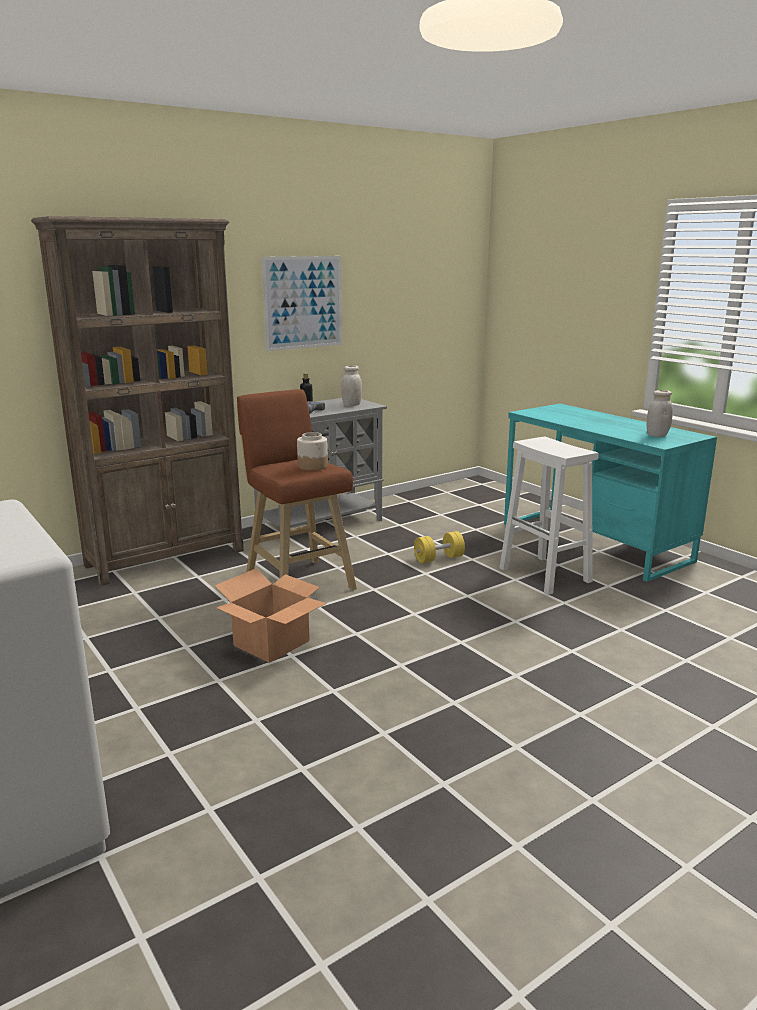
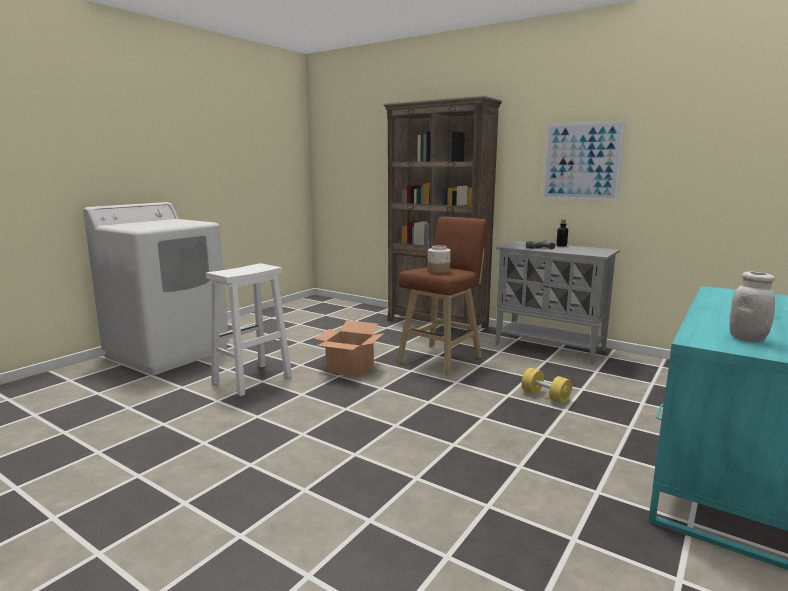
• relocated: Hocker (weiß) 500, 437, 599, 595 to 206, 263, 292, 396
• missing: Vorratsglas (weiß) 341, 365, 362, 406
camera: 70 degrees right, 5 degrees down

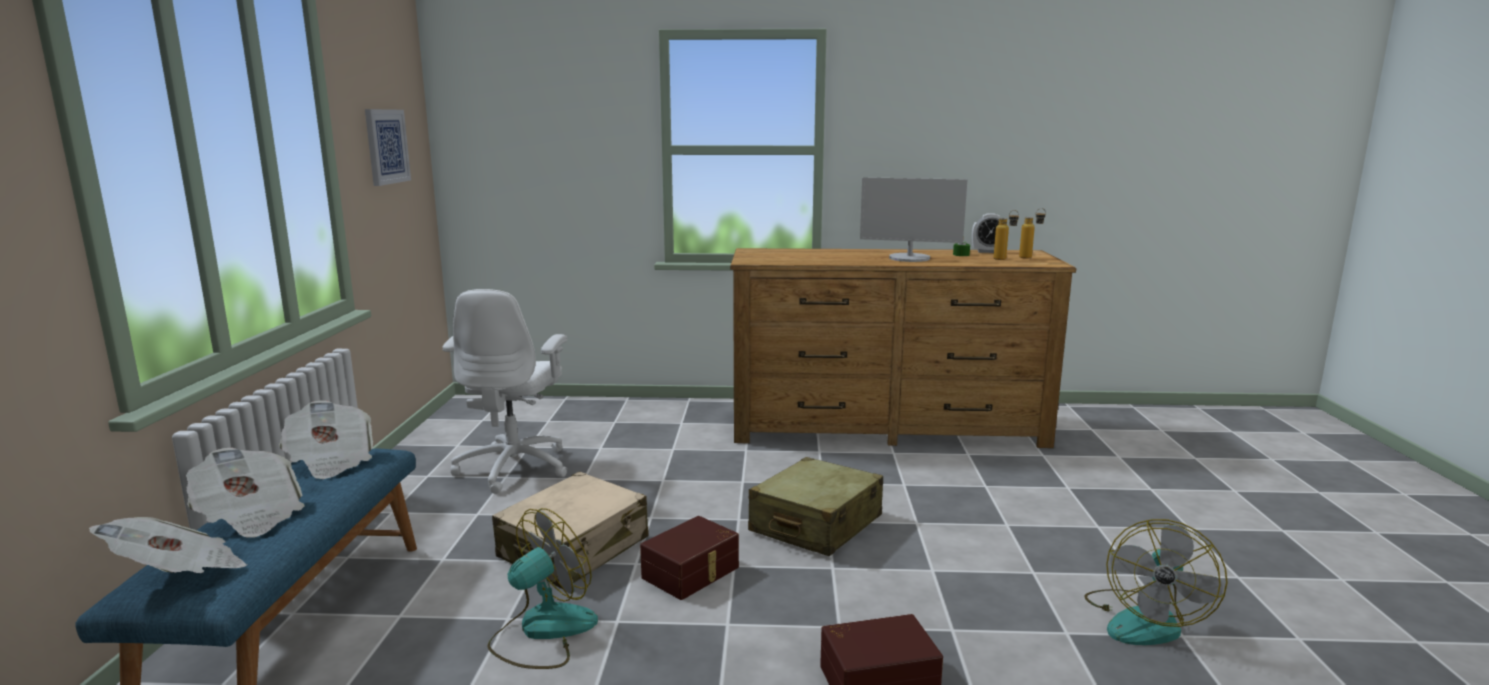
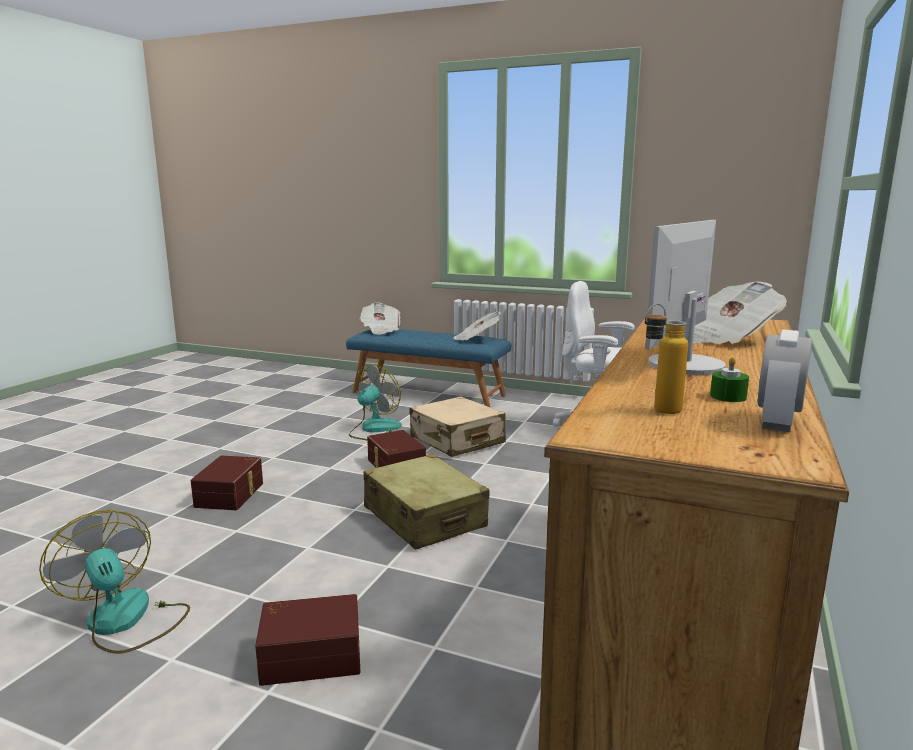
• appeared: Aufbewahrungsbox (braun) 255, 594, 360, 686
• spun: Ventilator 487, 508, 598, 669 = 349, 365, 402, 440 120 degrees counterclockwise
• relocated: Zeitung 186, 447, 304, 538 to 693, 281, 787, 344
• missing: Bild 365, 109, 411, 186
• missing: Flasche 1019, 208, 1046, 259
camera: 110 degrees right, 0 degrees up

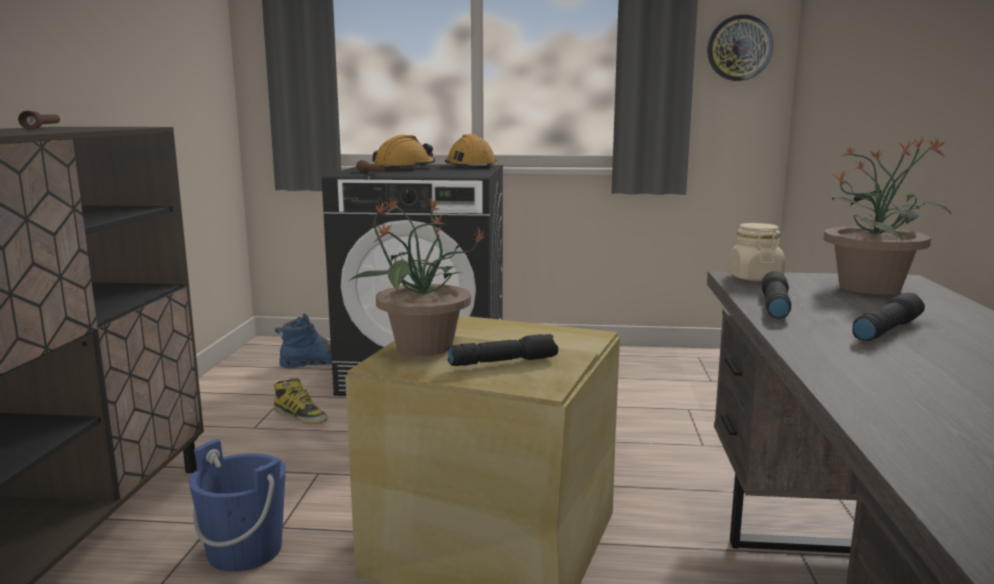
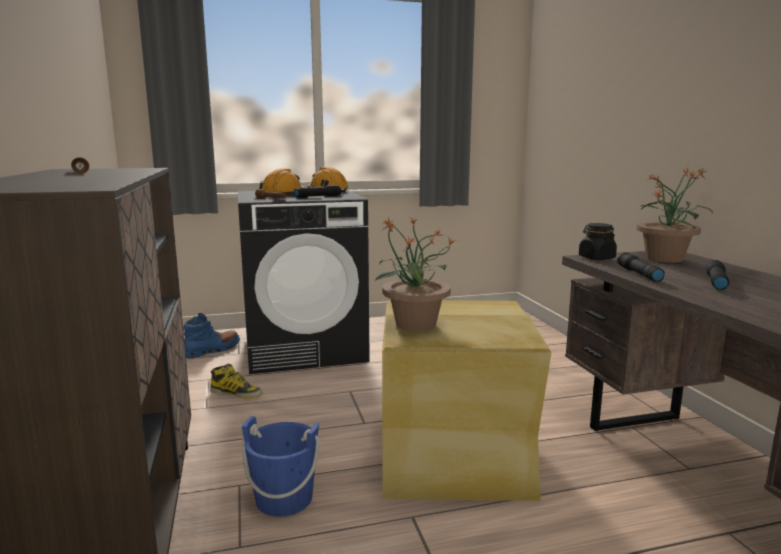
• relocated: Taschenlampe (schwarz) 448, 334, 558, 366 to 294, 185, 342, 198
• colour: Vorratsglas (beige) 728, 223, 785, 281 to Vorratsglas (schwarz) 579, 223, 617, 260
• missing: Wanduhr 707, 14, 773, 81
camera: 20 degrees left, 0 degrees up

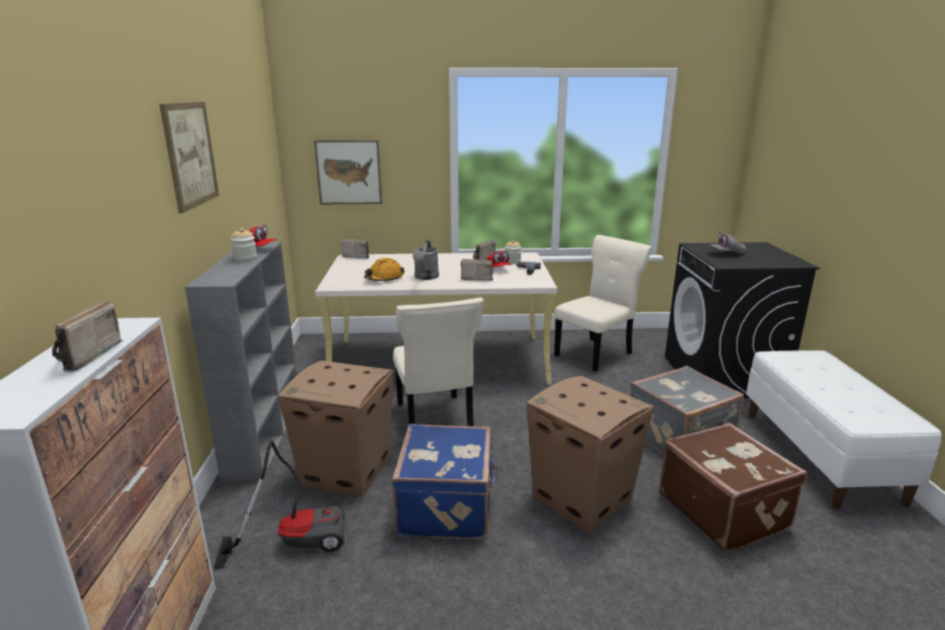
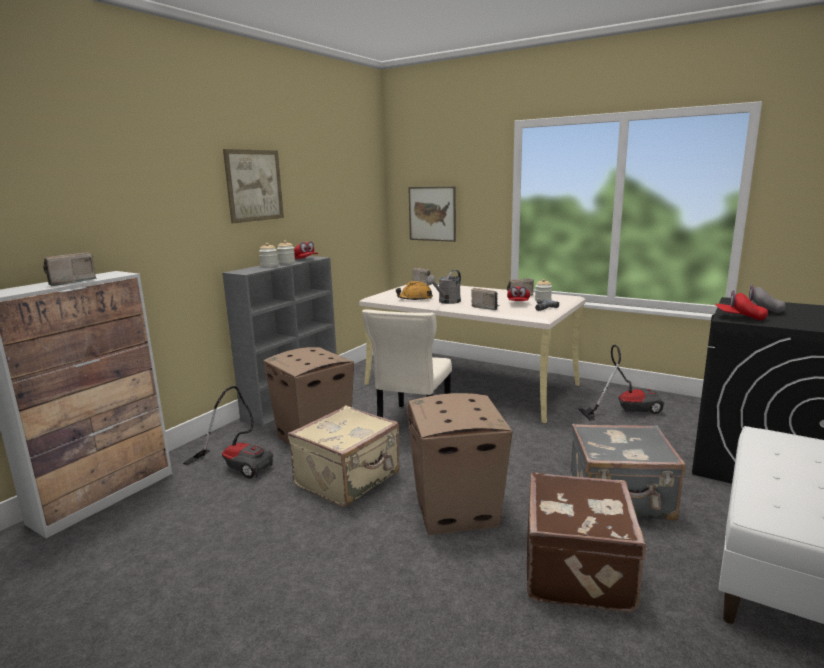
• appeared: Vorratsglas 259, 243, 278, 267
• colour: Koffer (blau) 392, 424, 498, 540 to Koffer (beige) 288, 405, 400, 507
• exchanged: Stuhl (beige) 554, 235, 651, 372 to Staubsauger 578, 345, 664, 421
• appeared: Kappe (rot) 715, 290, 768, 321
camera: 35 degrees right, 5 degrees down

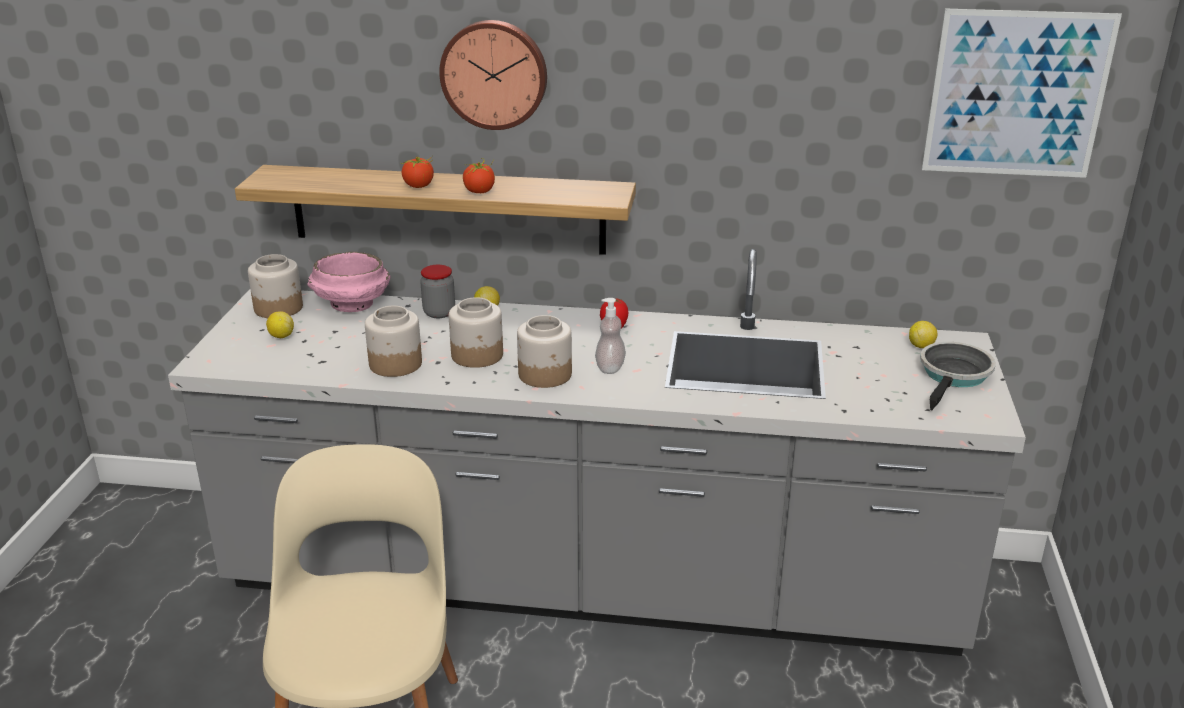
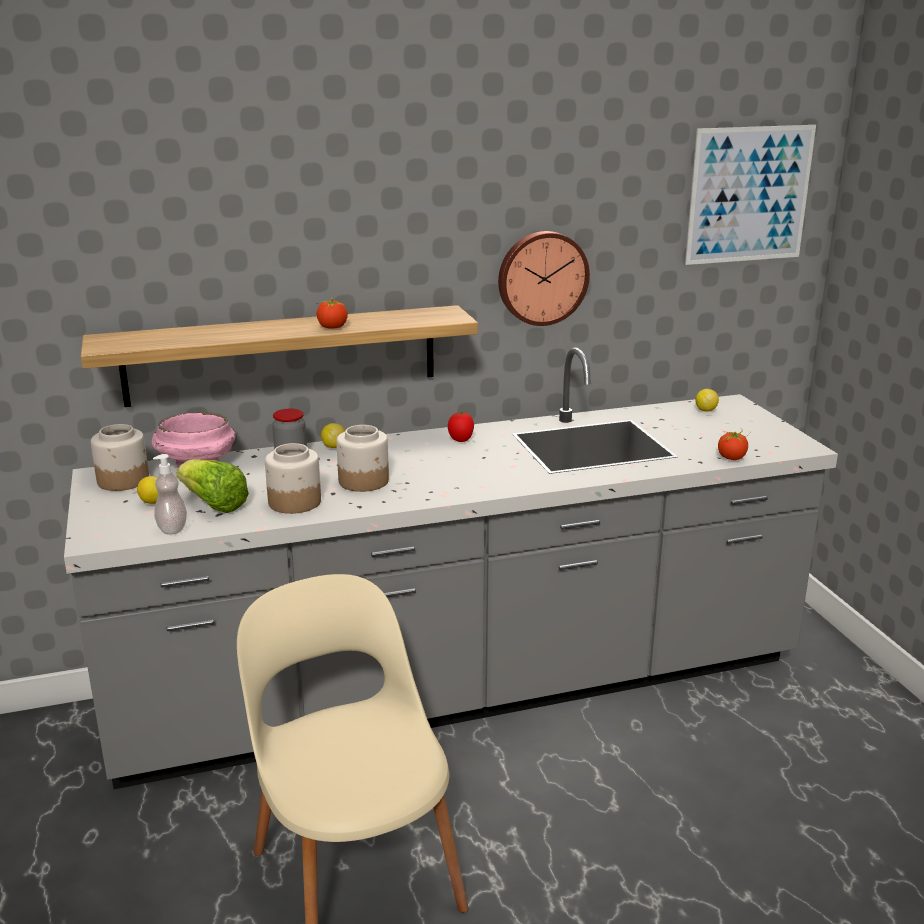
• relocated: Seifenspender 595, 298, 626, 374 to 153, 454, 187, 535
• appeared: Salatkopf 176, 459, 249, 513
• relocated: Wanduhr 439, 20, 547, 130 to 498, 231, 590, 326
• relocated: Tomate 401, 155, 434, 188 to 718, 428, 751, 460
• missing: Vorratsglas 517, 315, 572, 388
• missing: Pfanne 920, 342, 996, 410
camera: 25 degrees left, 5 degrees down

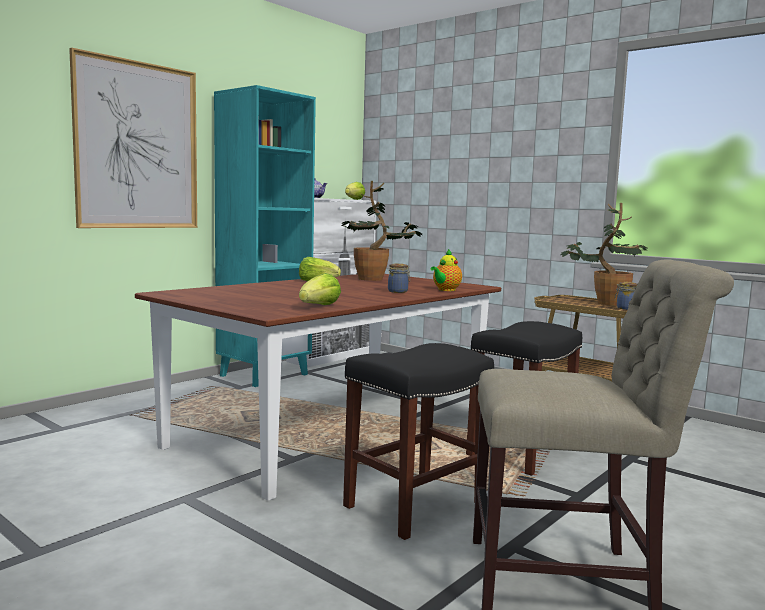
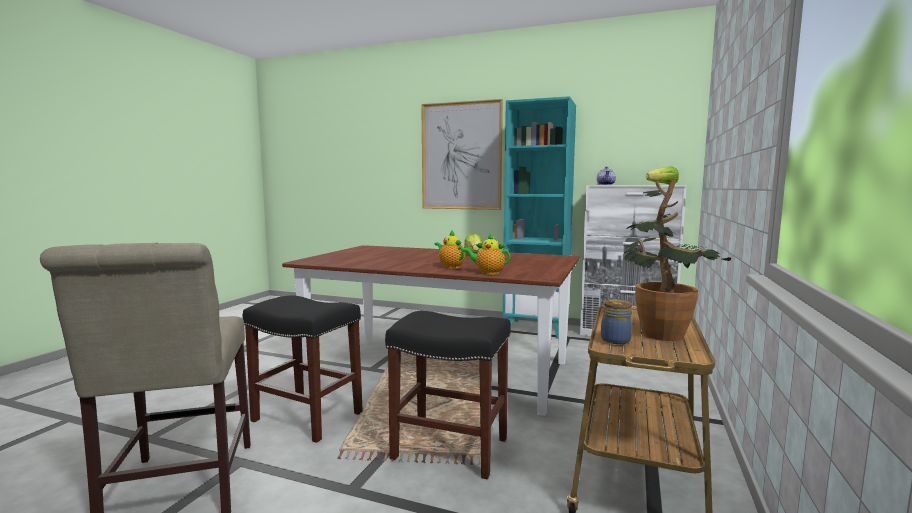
• exchanged: Vorratsglas 388, 263, 410, 293 to Teekanne 435, 230, 465, 269
• missing: Salatkopf 299, 273, 341, 305
• missing: Topfpflanze 341, 181, 422, 281
camera: 70 degrees right, 0 degrees up

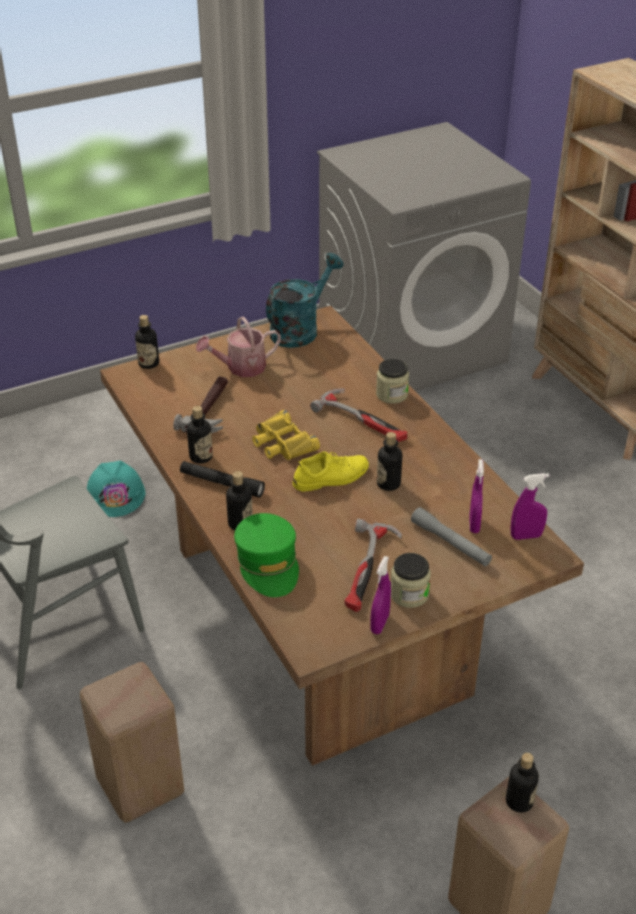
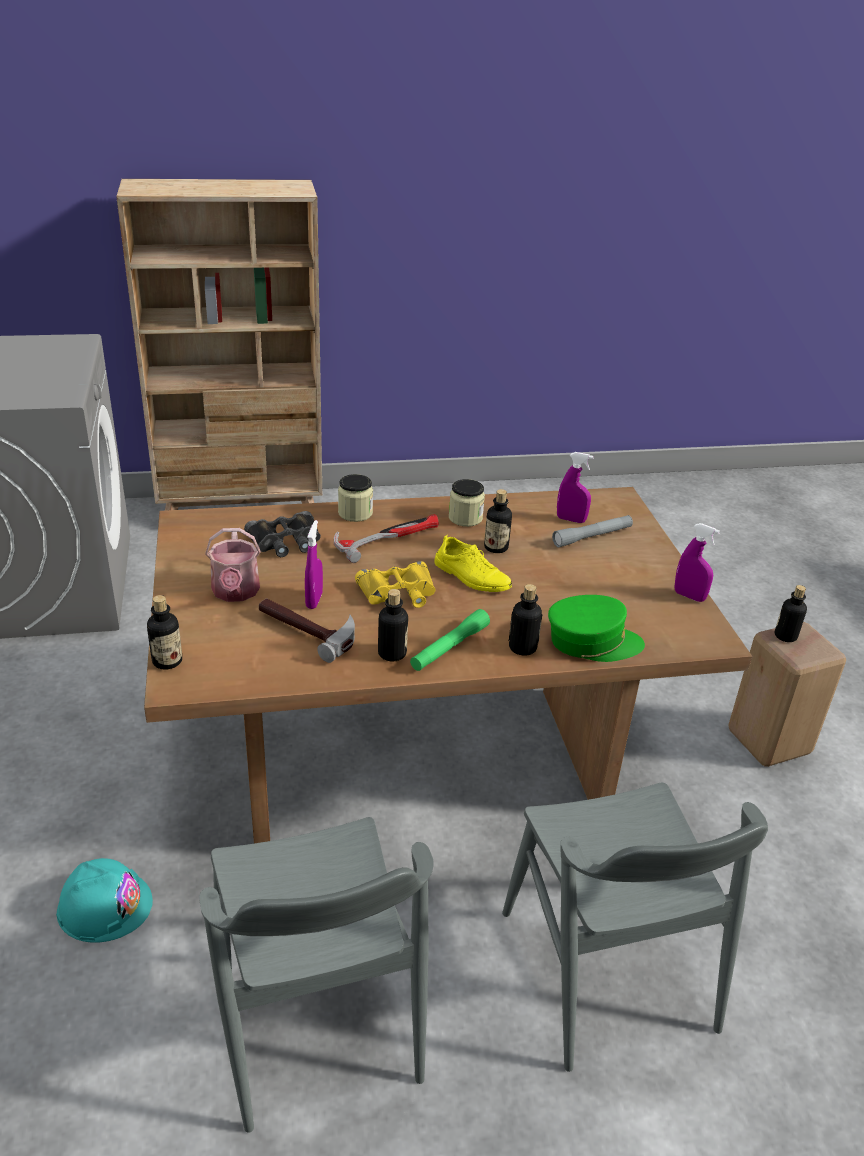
• appeared: Fernglas (schwarz) 244, 511, 321, 557
• relocated: Sprühflasche (lila) 511, 473, 550, 540 to 305, 520, 323, 609
• colour: Taschenlampe (schwarz) 180, 461, 265, 498 to Taschenlampe (grün) 410, 609, 490, 671
• spun: Schuh (gelb) 292, 451, 369, 492 = 434, 535, 512, 592 135 degrees clockwise
• relocated: Vorratsglas 391, 553, 431, 608 to 449, 479, 485, 527
• exchanged: Hocker (beige) 80, 662, 184, 823 to Stuhl (grau) 502, 782, 768, 1072
• missing: Gießkanne (türkis) 266, 253, 344, 348
• missing: Hammer 344, 519, 402, 612
camera: 75 degrees left, 5 degrees down

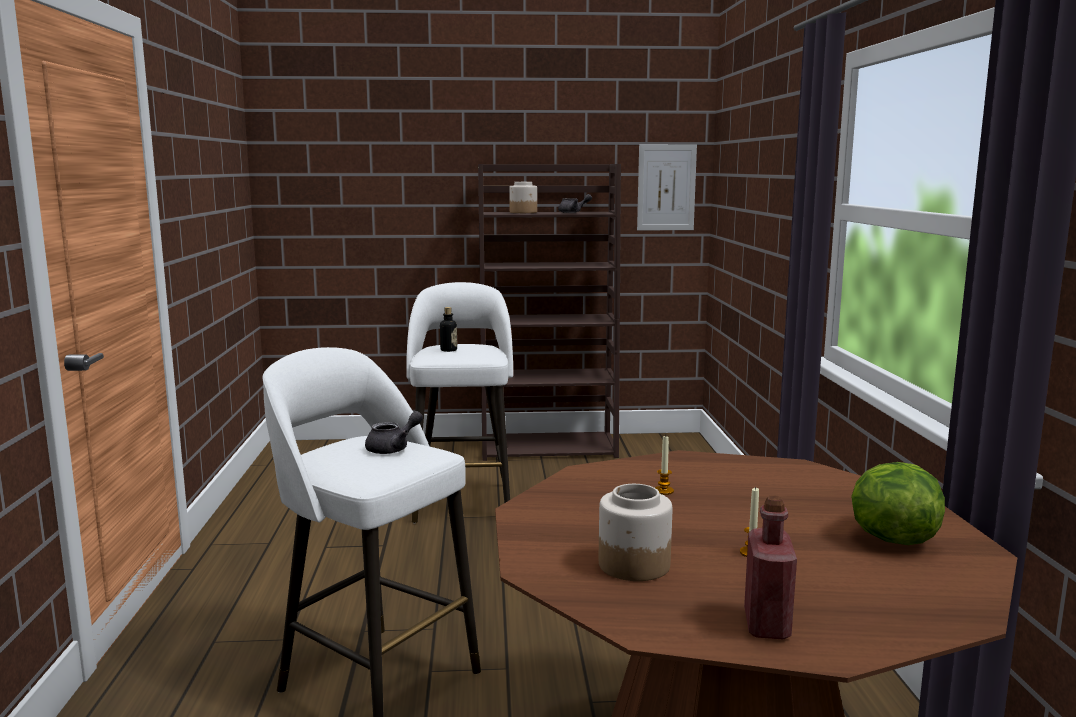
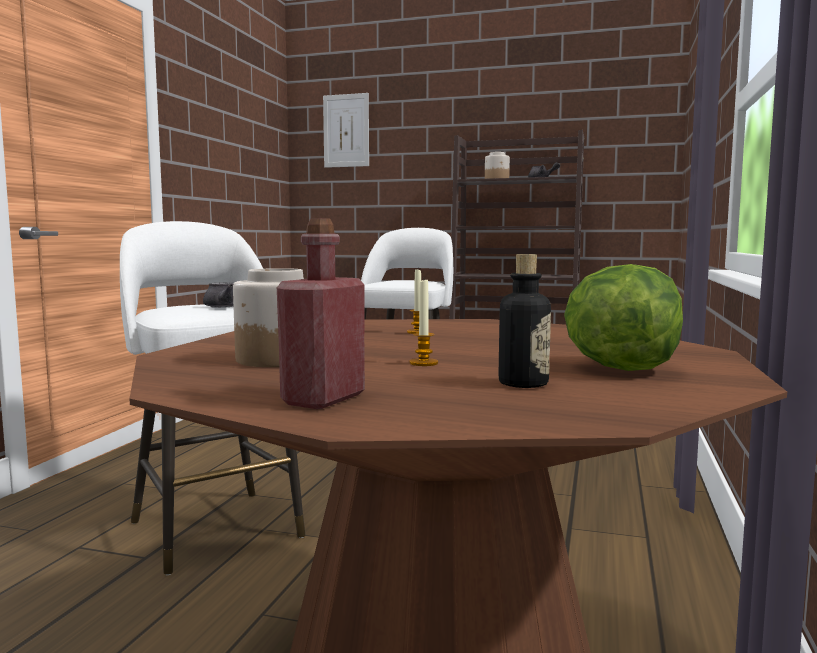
• relocated: Bild 637, 144, 697, 230 to 323, 93, 369, 168
• relocated: Flasche 440, 307, 457, 352 to 499, 254, 551, 388
camera: 20 degrees right, 5 degrees down

